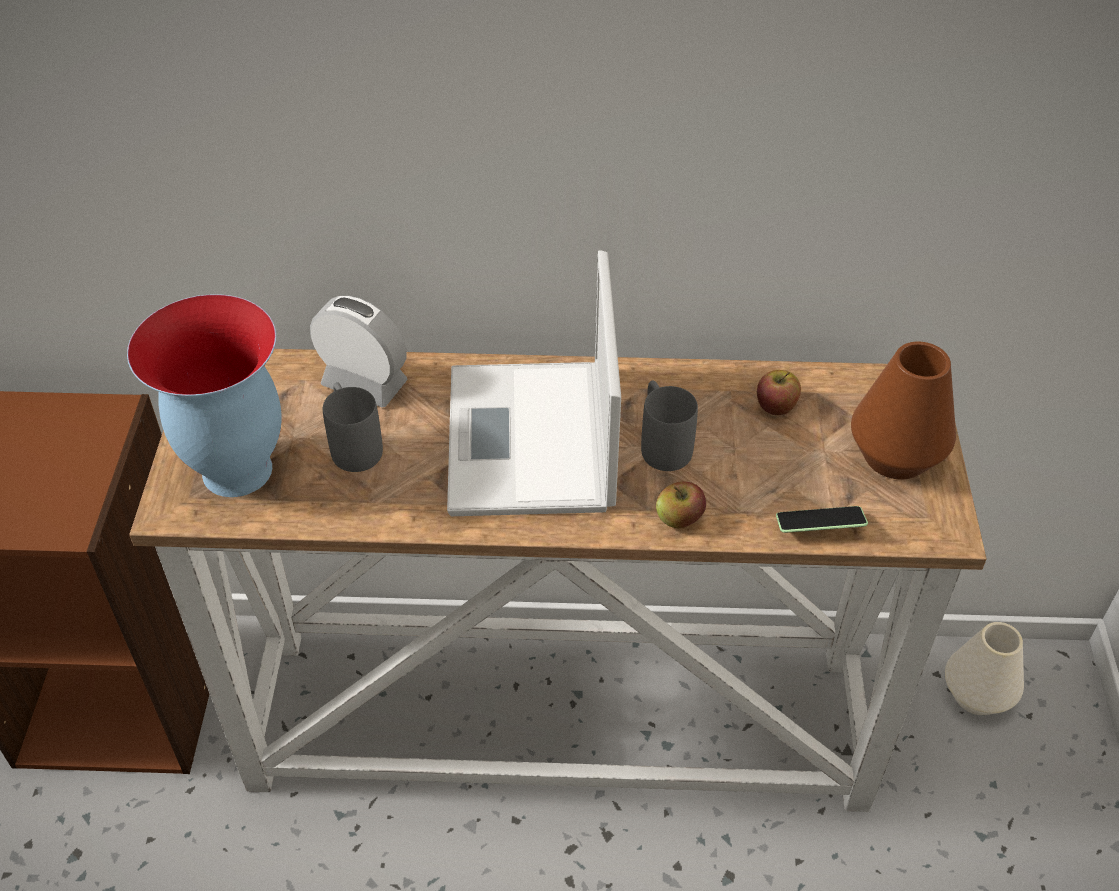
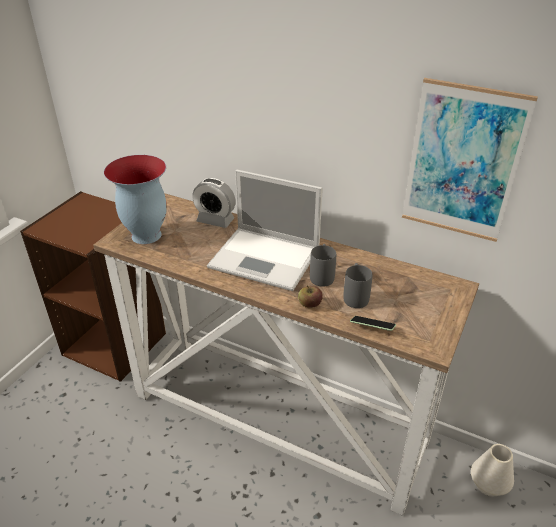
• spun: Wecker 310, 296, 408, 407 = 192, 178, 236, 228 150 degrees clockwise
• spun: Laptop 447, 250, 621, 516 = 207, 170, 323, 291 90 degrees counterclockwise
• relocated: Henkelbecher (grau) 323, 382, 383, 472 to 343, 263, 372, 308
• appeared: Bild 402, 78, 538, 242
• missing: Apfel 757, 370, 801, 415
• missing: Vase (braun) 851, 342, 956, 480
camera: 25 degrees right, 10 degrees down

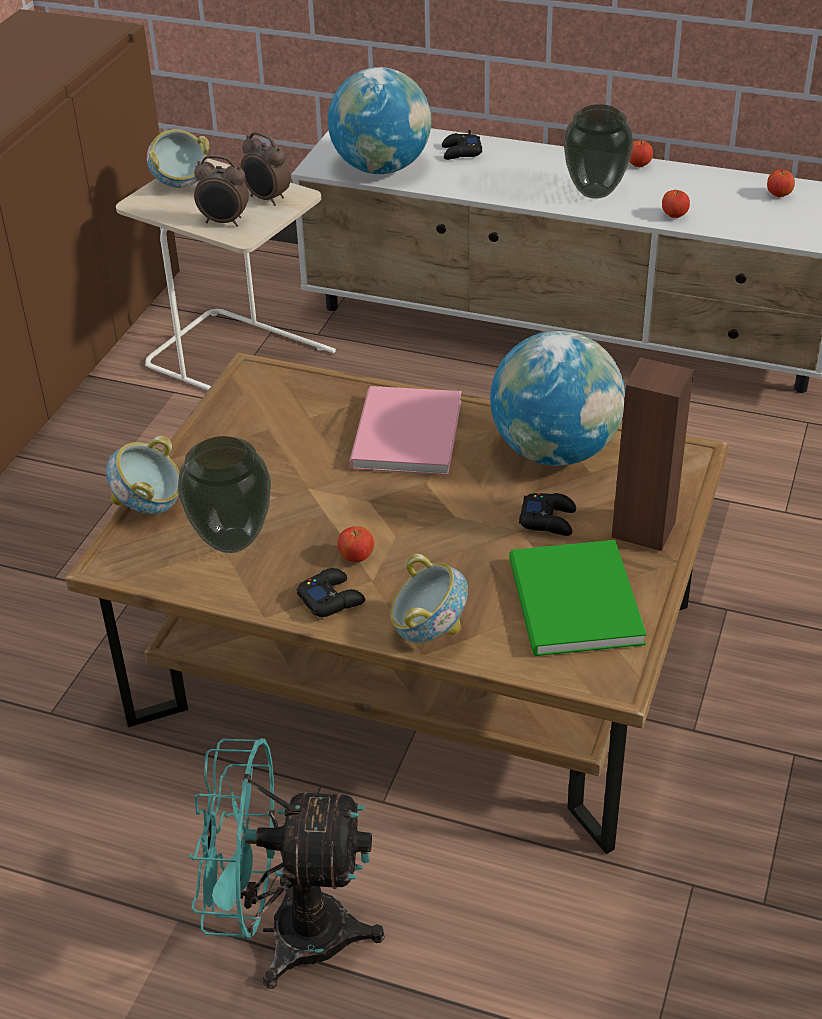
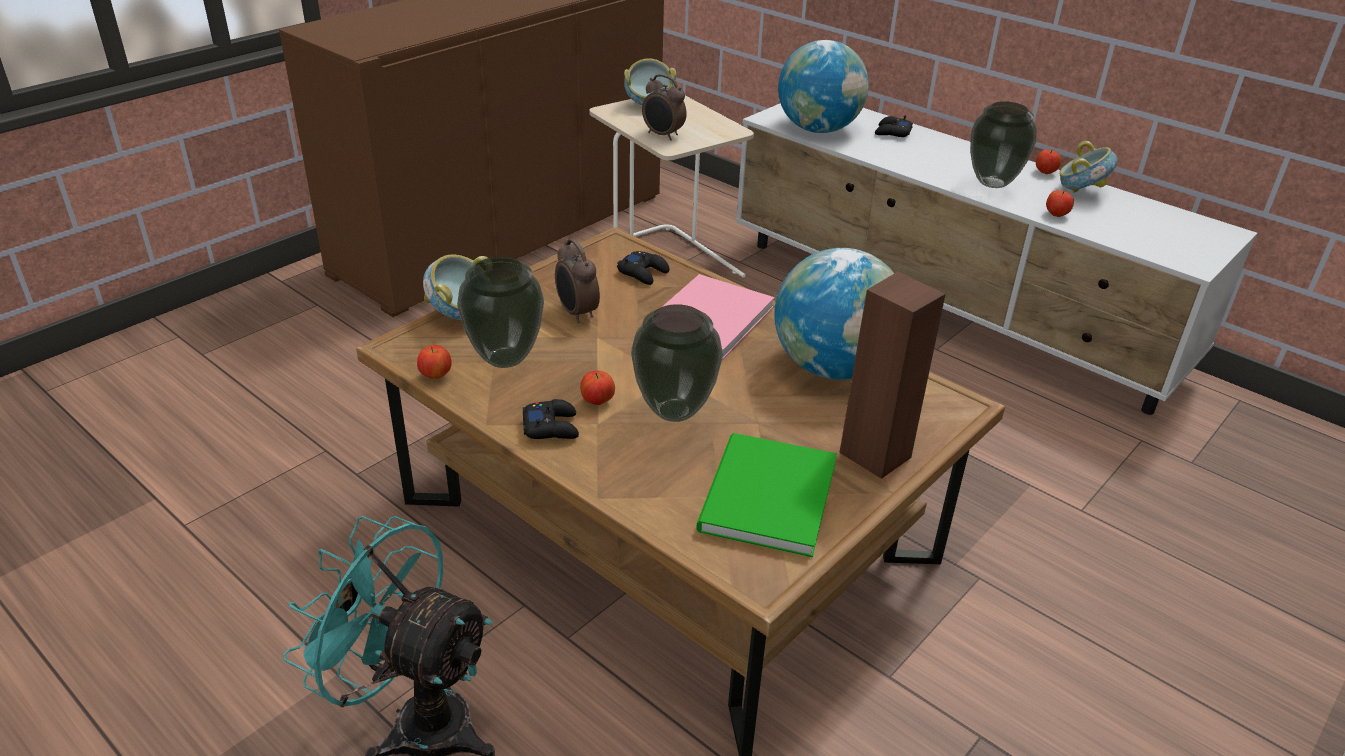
• relocated: Apfel 767, 169, 795, 197 to 417, 345, 452, 379
• relocated: Wecker 240, 132, 291, 206 to 555, 239, 600, 323
• relocated: Gamepad (schwarz) 519, 493, 576, 536 to 617, 251, 669, 285
• appeared: Vase 631, 304, 723, 422
• relocated: Schüssel 390, 554, 468, 643 to 1059, 141, 1118, 193
camera: 20 degrees right, 5 degrees down

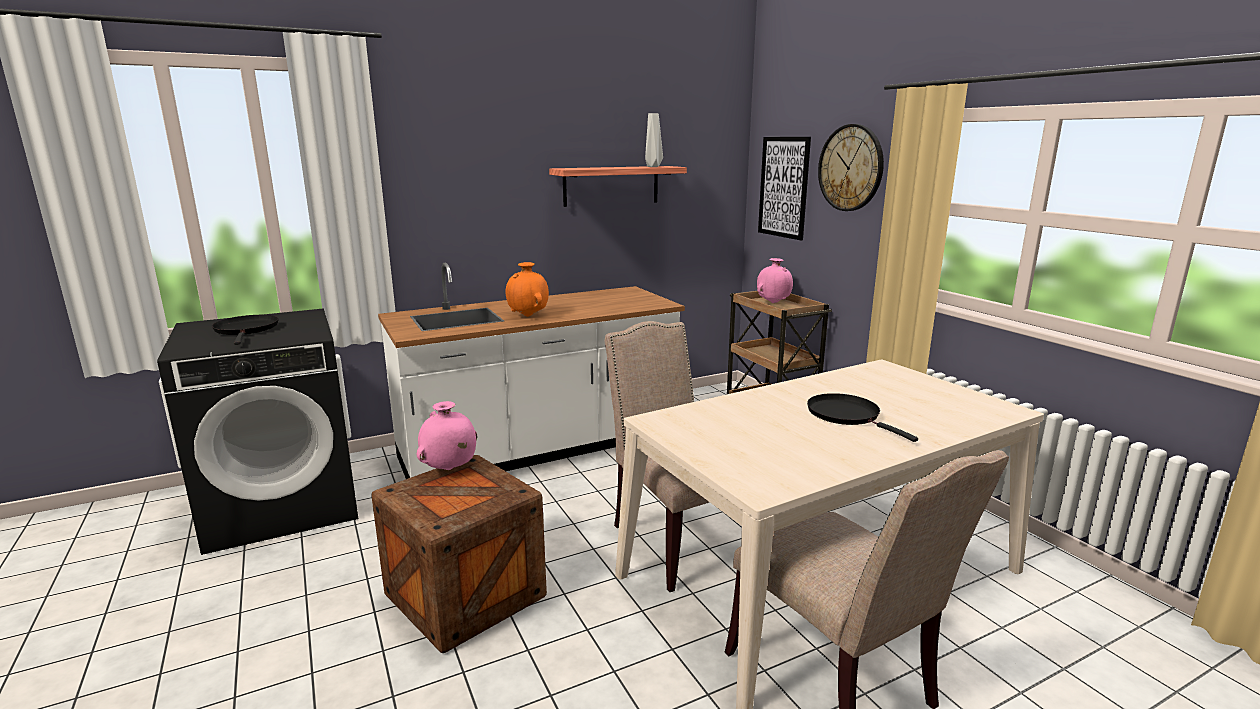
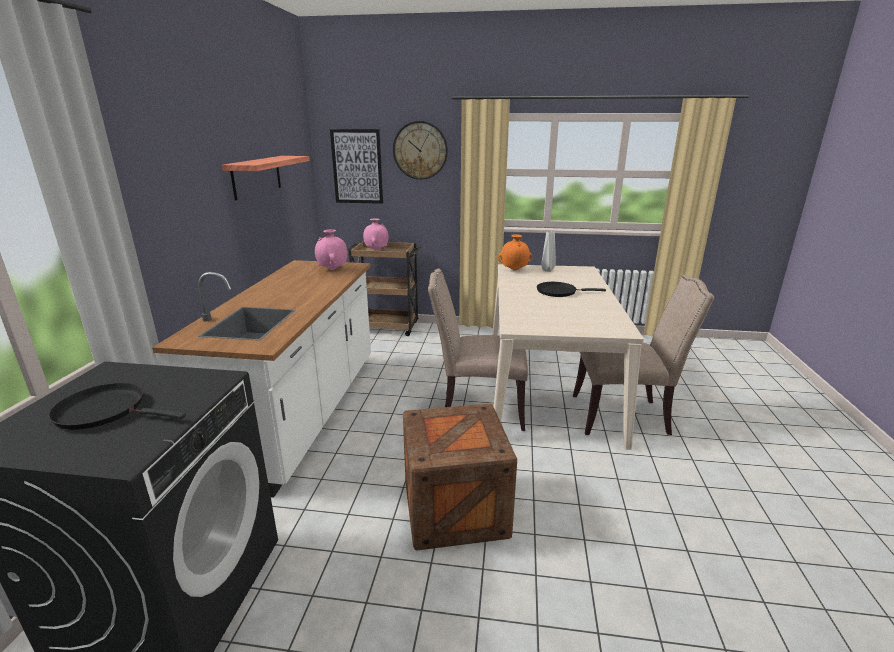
• relocated: Vase (rosa) 417, 401, 477, 470 to 315, 229, 348, 270
• relocated: Vase (orange) 505, 262, 549, 317 to 498, 234, 533, 271
• relocated: Vase (grau) 645, 113, 663, 167 to 541, 231, 556, 272
camera: 55 degrees left, 5 degrees up

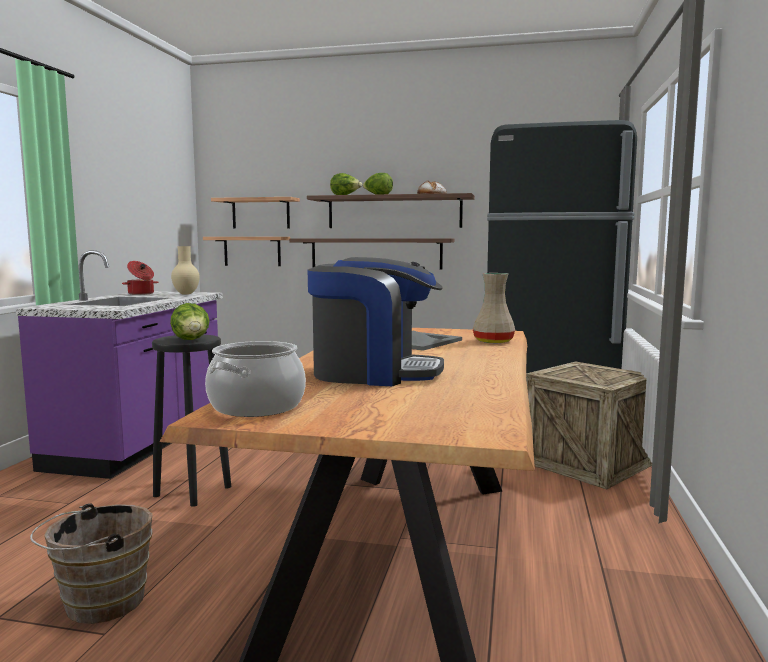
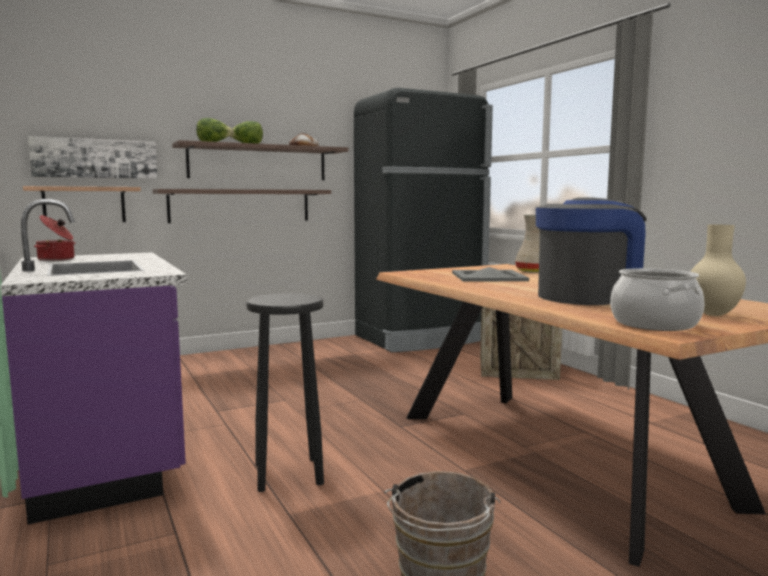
• exchanged: Wandregal 211, 197, 300, 229 to Bild 28, 136, 157, 179
• relocated: Vase (beige) 171, 246, 200, 295 to 690, 225, 746, 316
• missing: Salatkopf 170, 303, 209, 340
camera: 40 degrees left, 0 degrees up

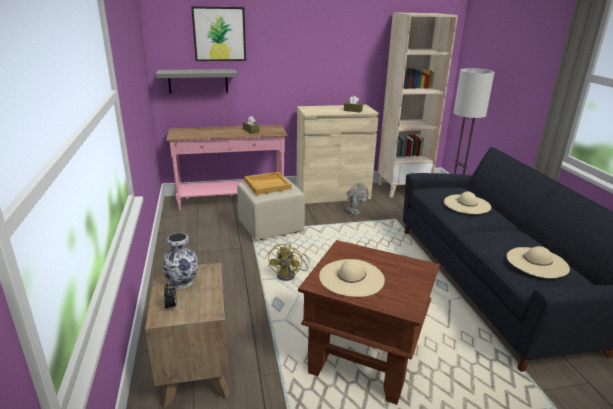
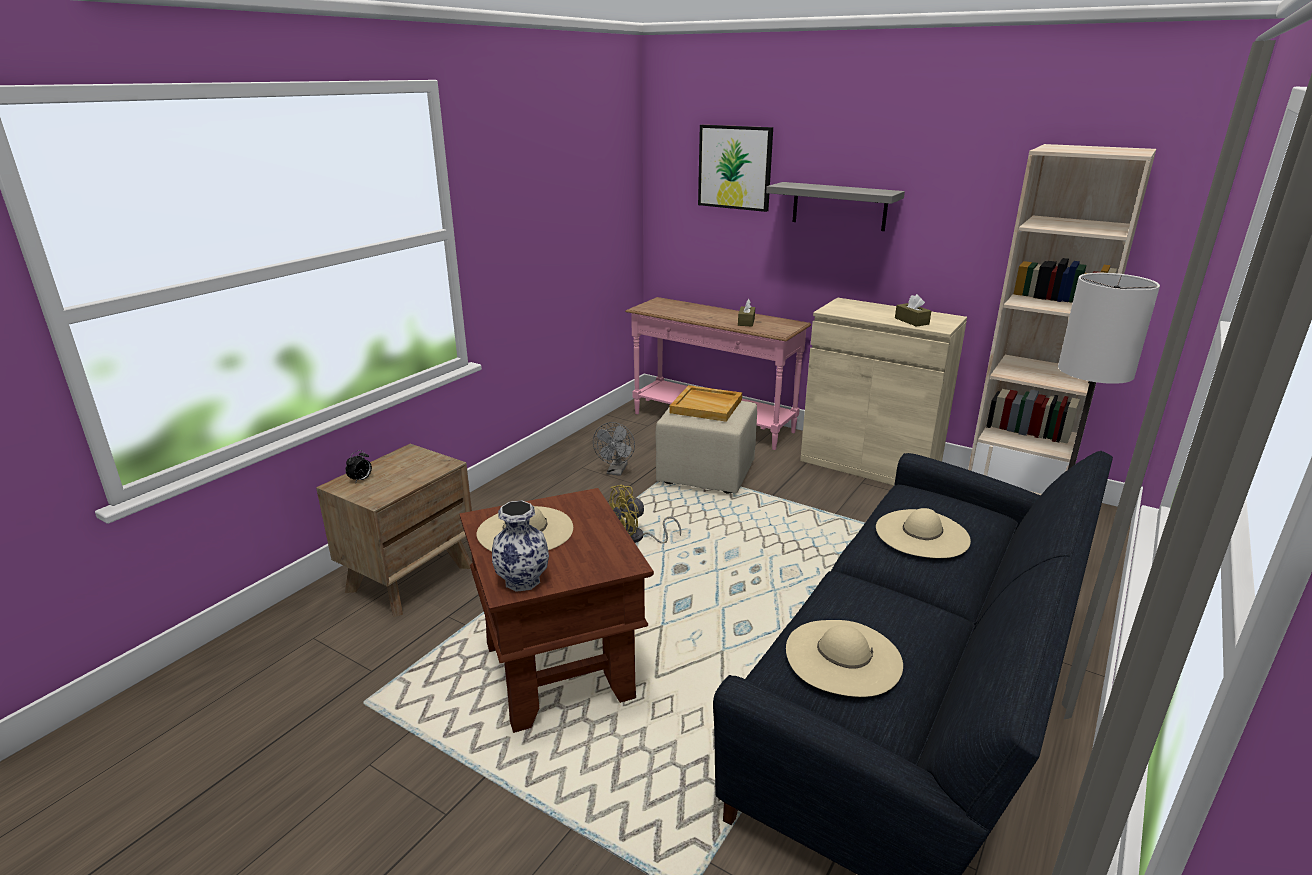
• relocated: Vase 162, 233, 198, 289 to 492, 500, 549, 592
• relocated: Ventilator (grau) 345, 183, 368, 216 to 593, 422, 635, 476
• relocated: Wandregal (grau) 156, 69, 237, 94 to 766, 182, 905, 231
camera: 45 degrees right, 0 degrees up

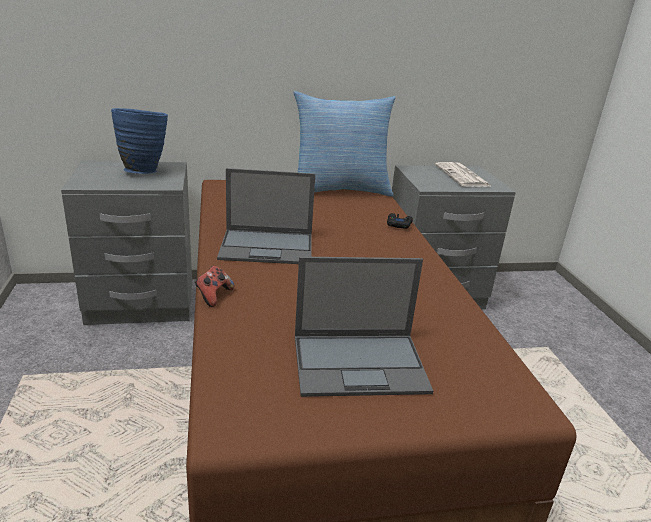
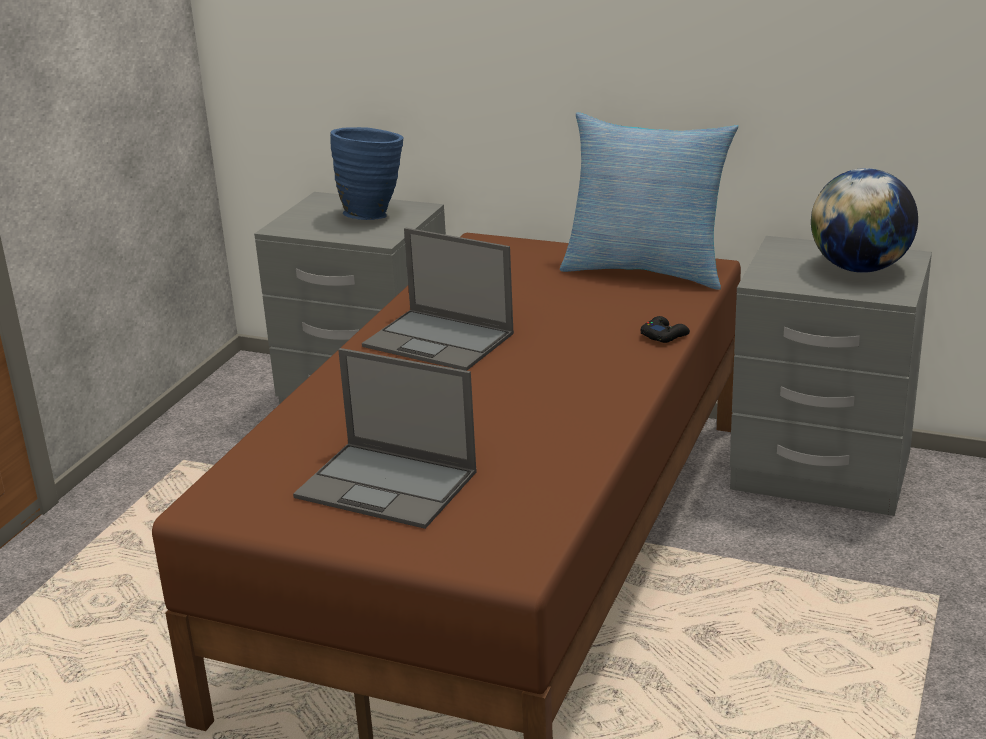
• exchanged: Zeitung 435, 162, 492, 187 to Globus 811, 168, 918, 273
• missing: Gamepad 195, 266, 234, 307
camera: 35 degrees right, 0 degrees up

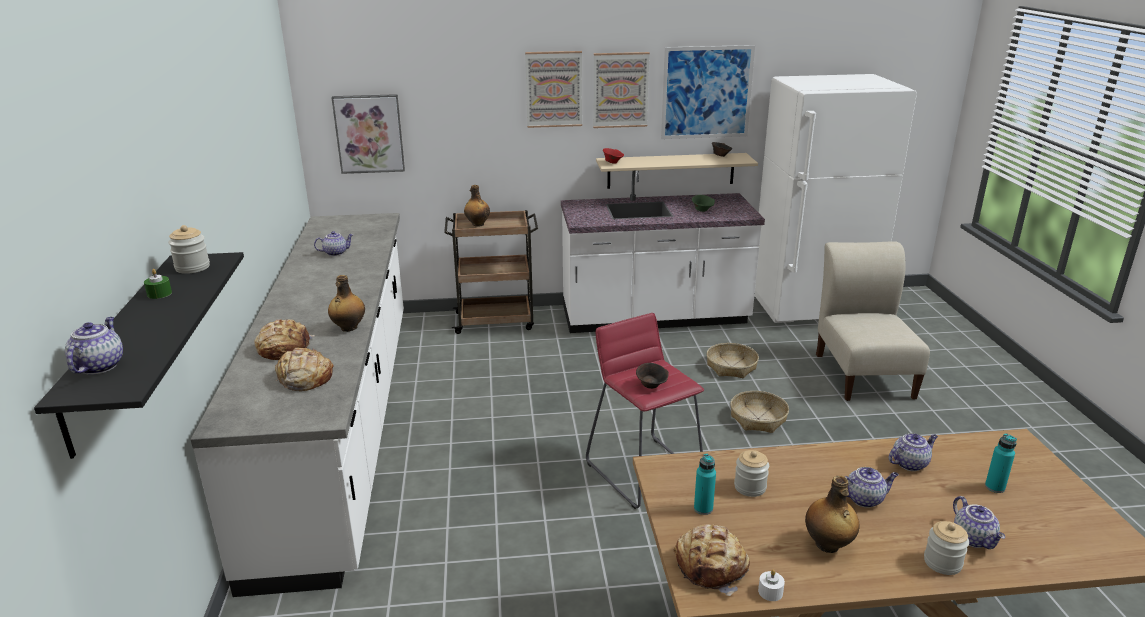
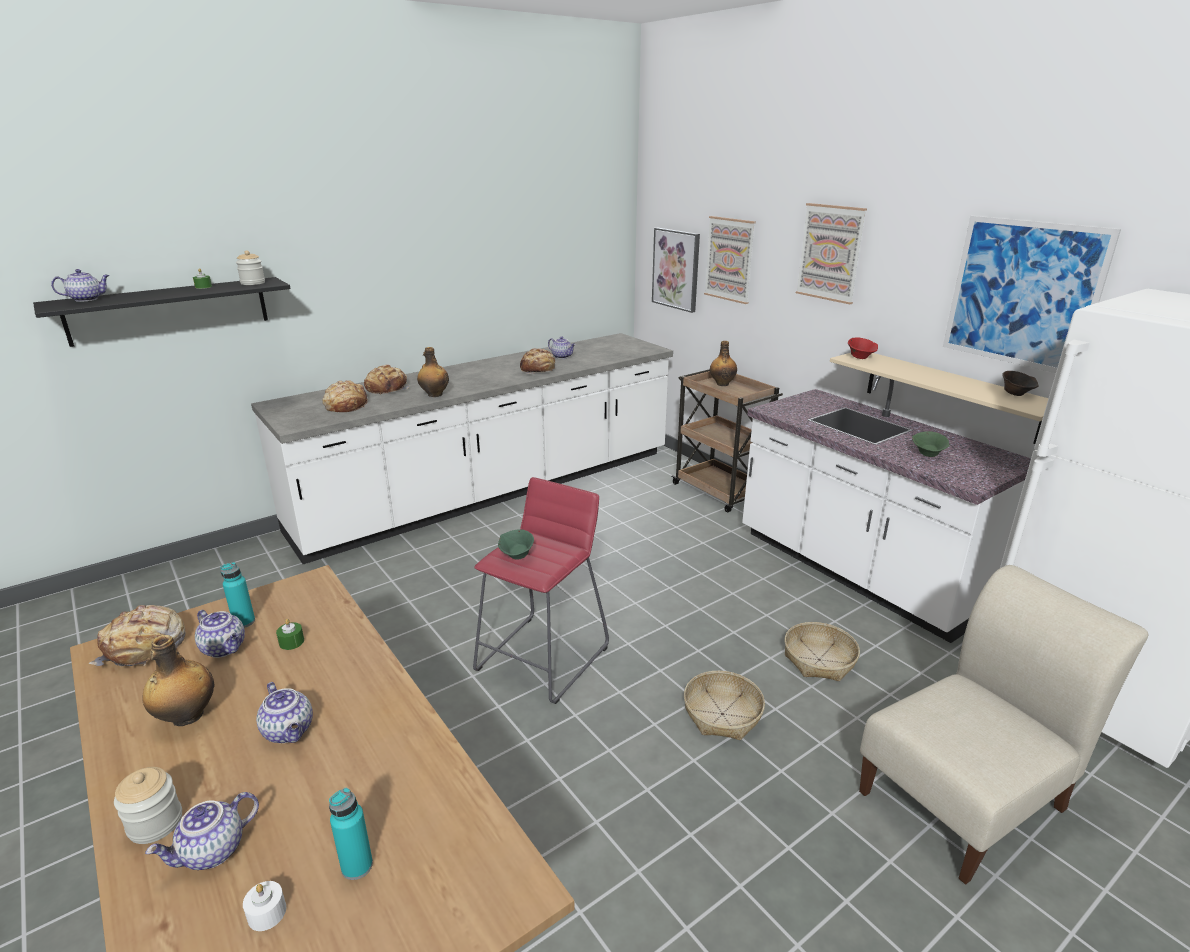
• relocated: Teekanne 889, 433, 938, 471 to 195, 610, 245, 658
• relocated: Kerze (weiß) 758, 570, 785, 601 to 243, 881, 286, 931
• exchanged: Vorratsglas 734, 450, 769, 497 to Kerze (grün) 276, 619, 304, 650
• colour: Schüssel (braun) 636, 363, 669, 389 to Schüssel (grün) 498, 529, 534, 560
• appeared: Brot 520, 348, 556, 374
• relocated: Bild 593, 52, 650, 128 to 704, 216, 756, 304
camera: 60 degrees right, 0 degrees up

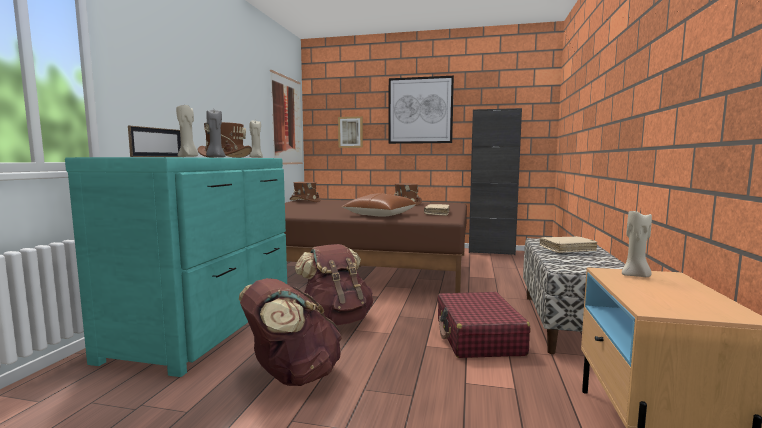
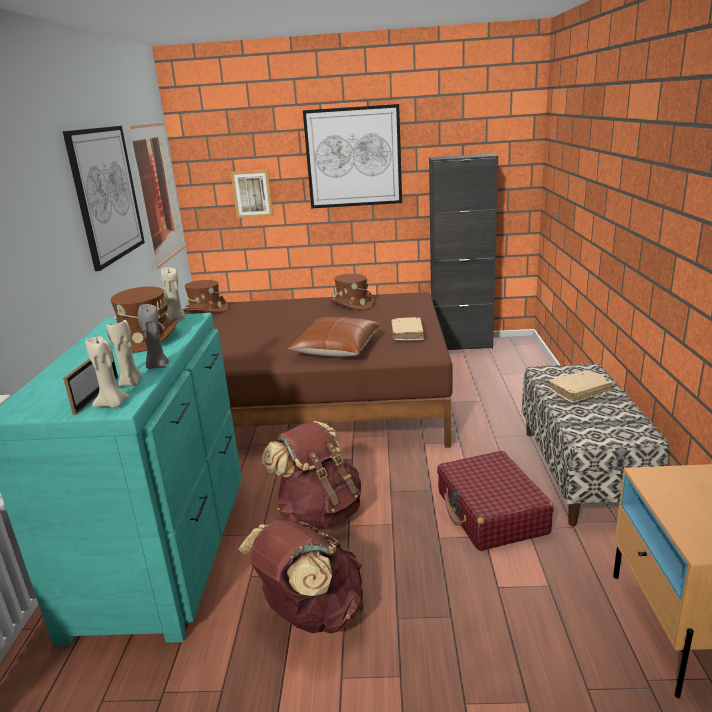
• appeared: Bild 62, 126, 145, 271
• relocated: Kerze (beige) 622, 209, 652, 277 to 85, 336, 129, 408
camera: 10 degrees left, 15 degrees up

